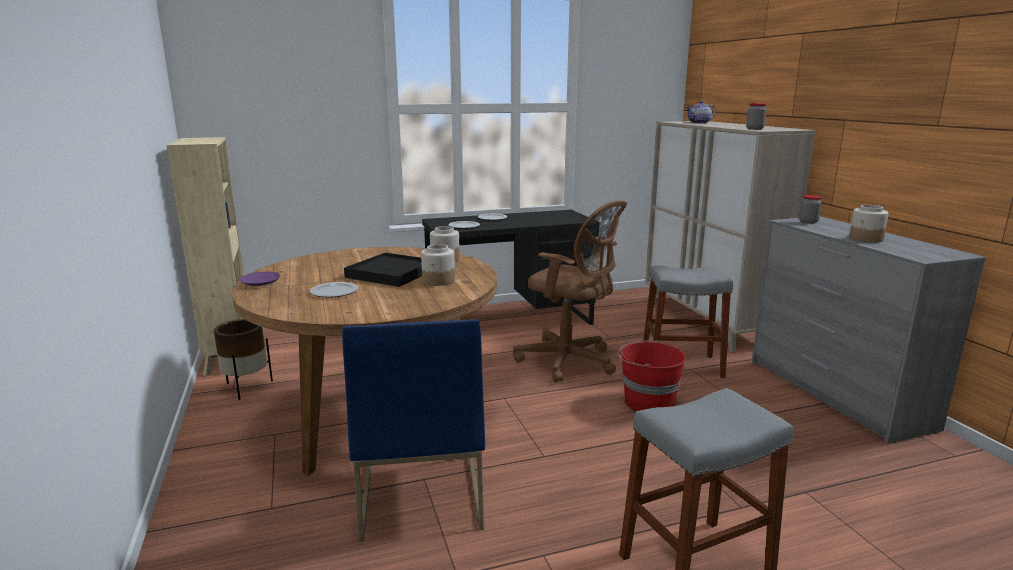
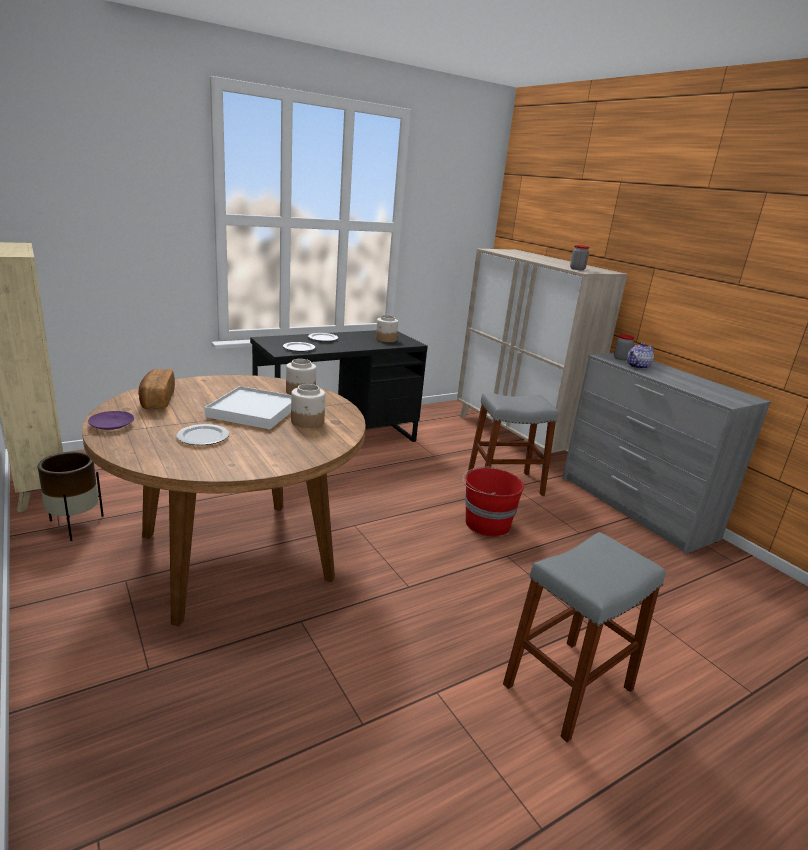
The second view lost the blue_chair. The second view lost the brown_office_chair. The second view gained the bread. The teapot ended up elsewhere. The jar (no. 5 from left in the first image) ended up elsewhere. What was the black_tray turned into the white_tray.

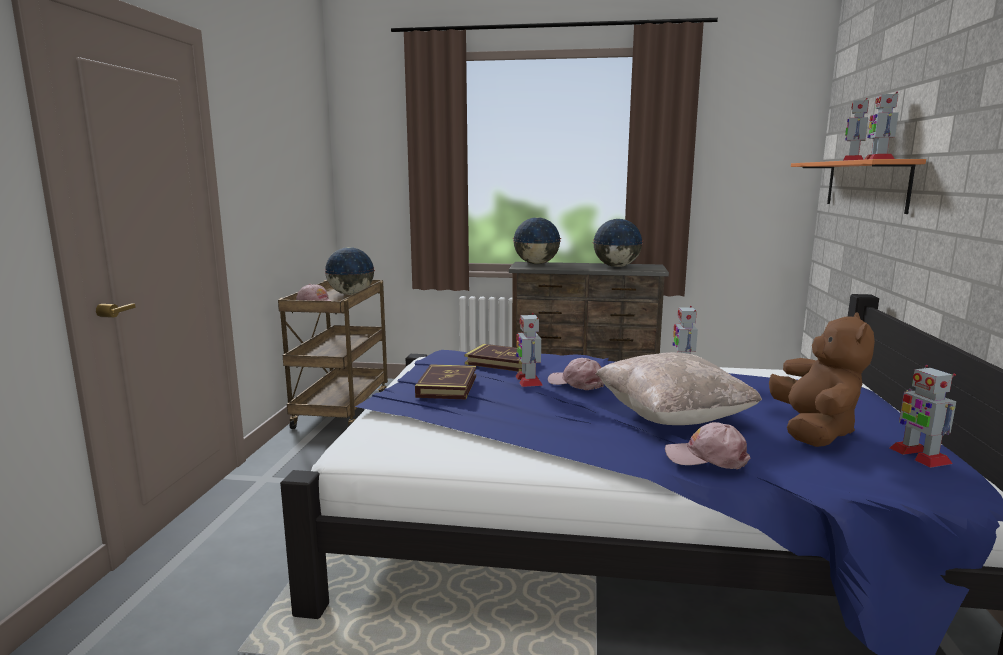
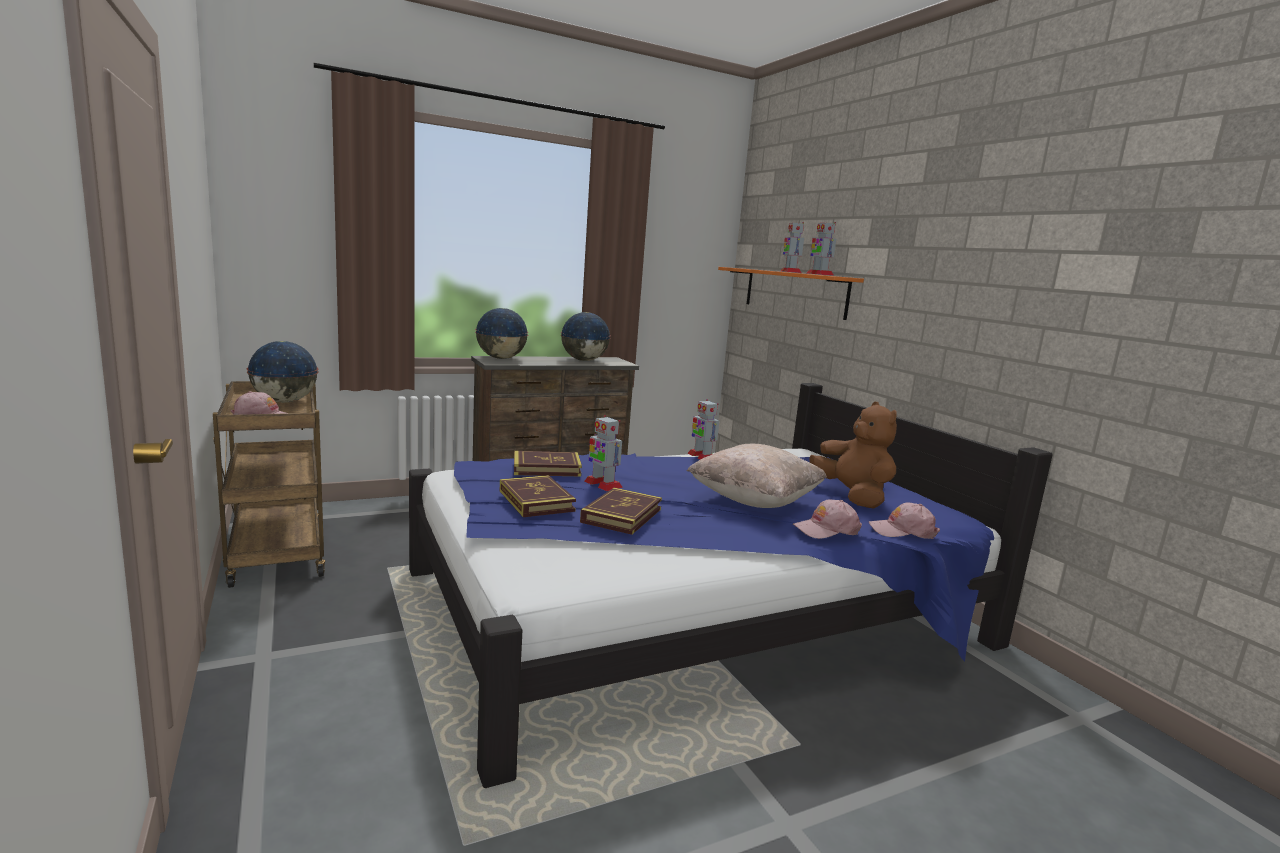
The second view lost the toy_robot (no. 5 from left). The second view gained the book (no. 3 from left). The pink_cap (no. 2 from left in the first image) ended up elsewhere.

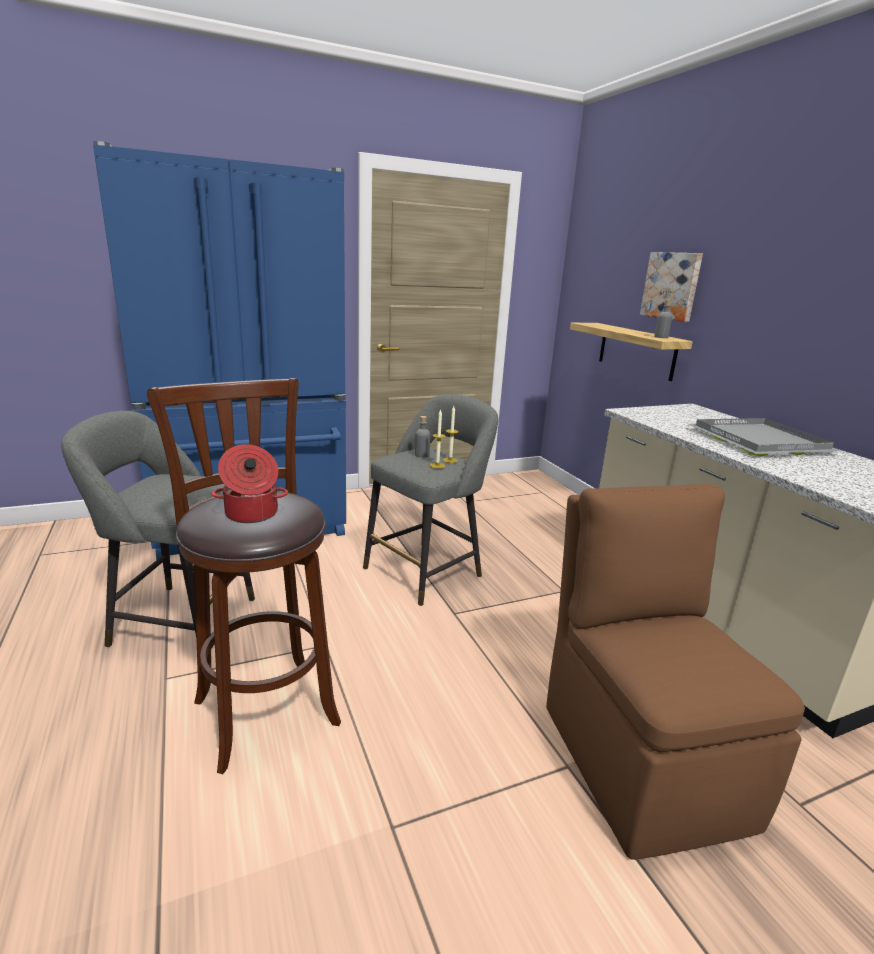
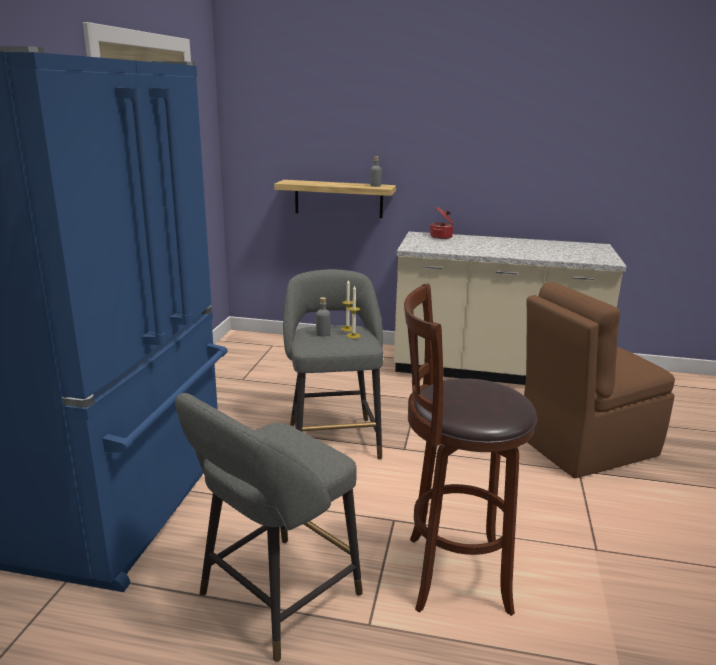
The second view lost the picture. The second view lost the grey_tray. The cooking_pot ended up elsewhere. The brown_chair ended up facing another way, 45 degrees counterclockwise from before.

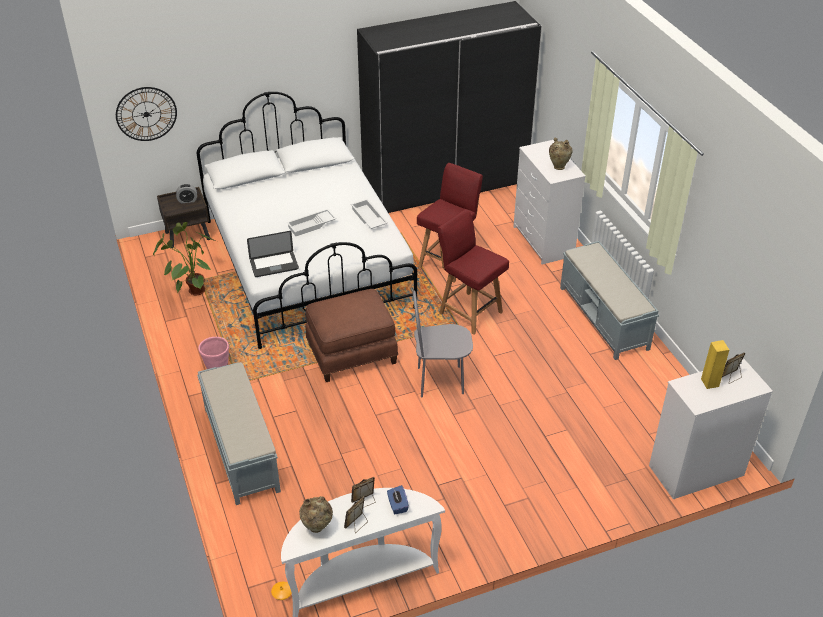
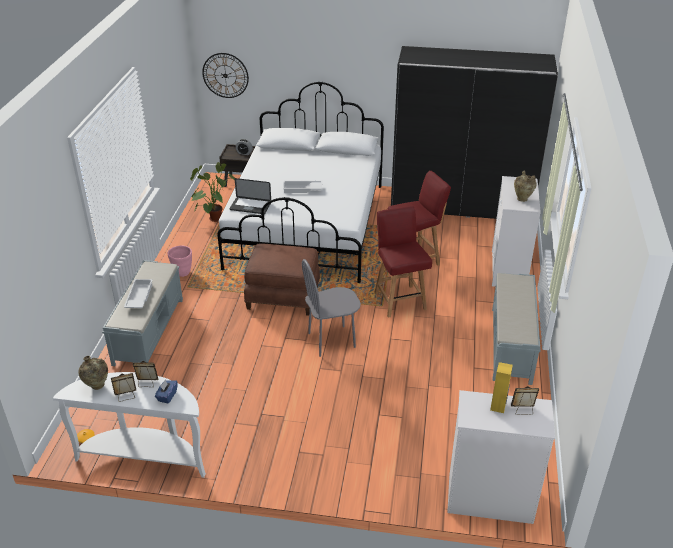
The white_tray (no. 2 from left in the first image) ended up elsewhere. The grey_chair ended up facing another way, 45 degrees counterclockwise from before.

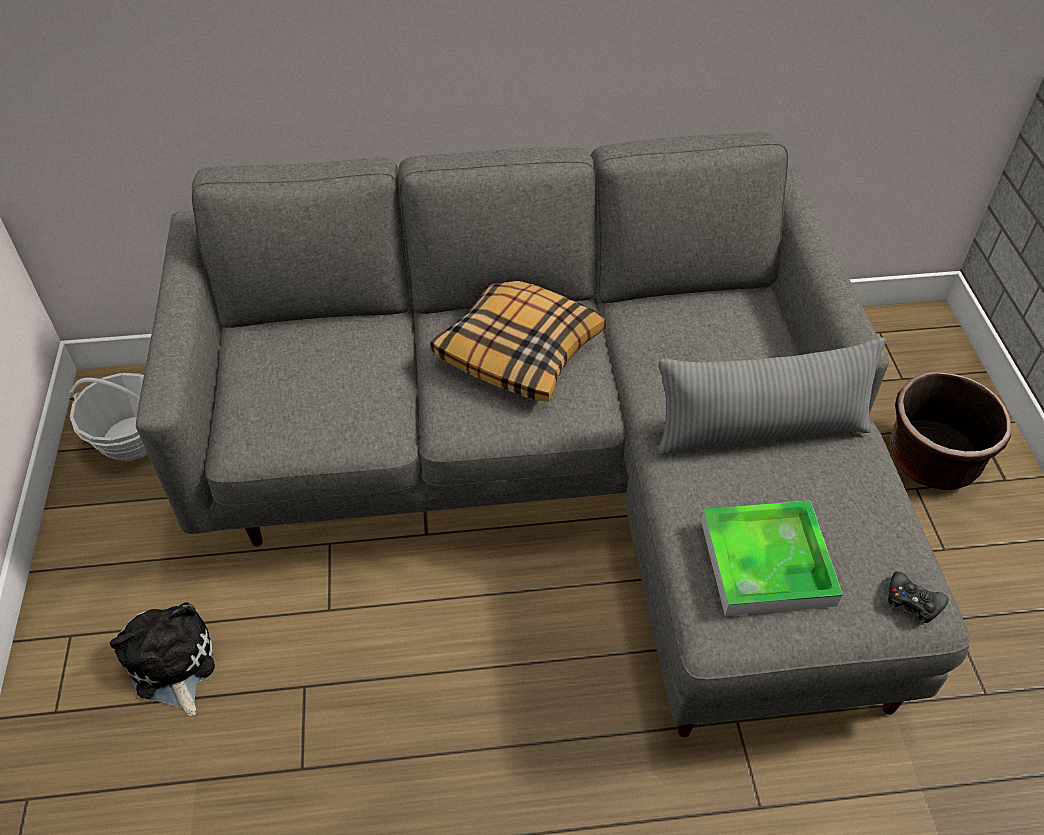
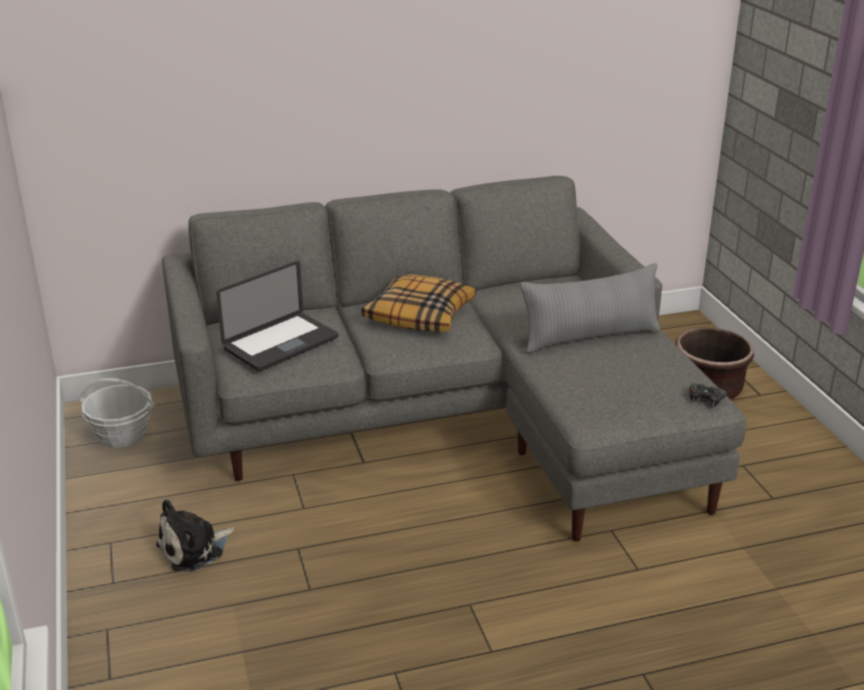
The second view lost the tray. The second view gained the laptop. The plush_toy ended up facing another way, 90 degrees counterclockwise from before.

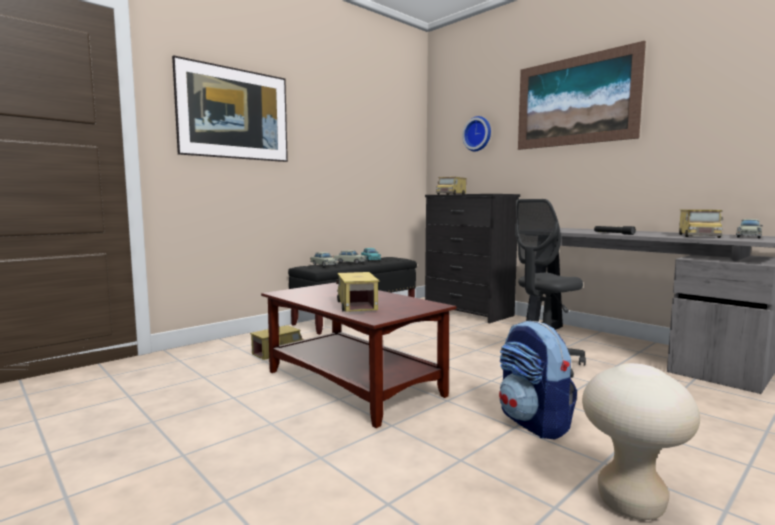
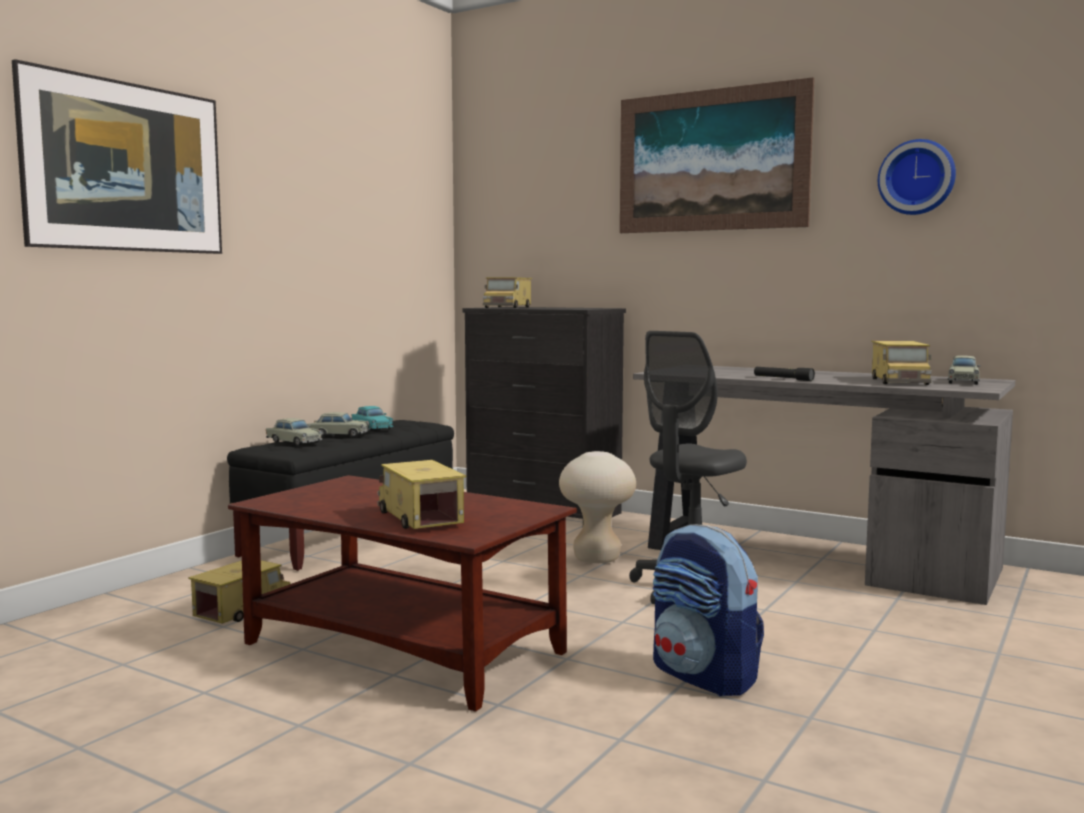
The wall_clock ended up elsewhere. The beige_stool ended up elsewhere.

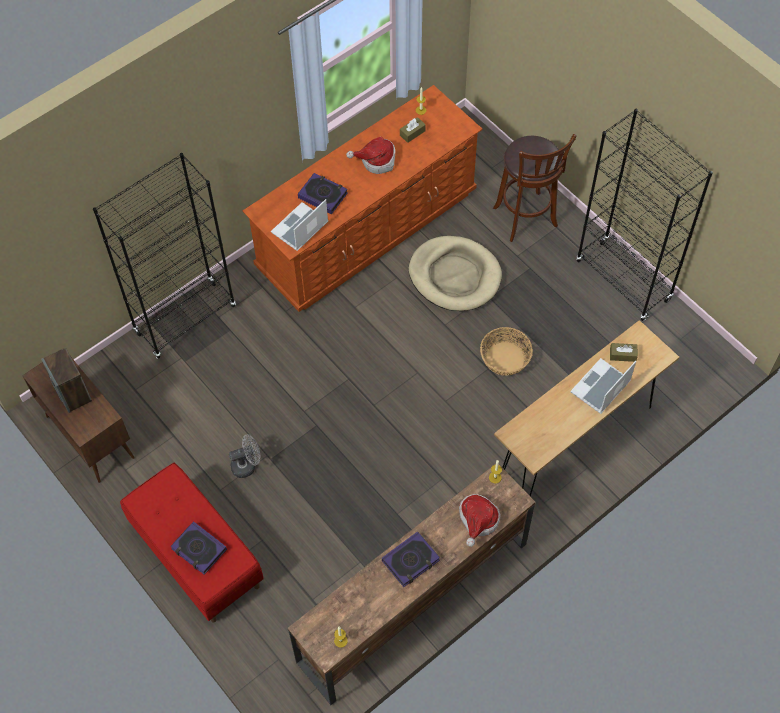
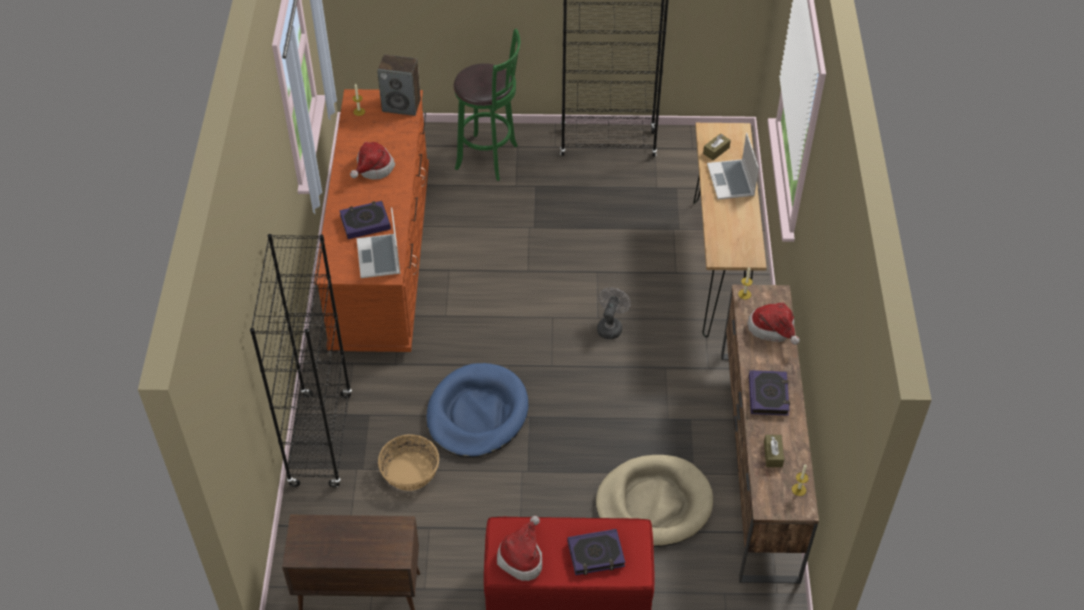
The second view gained the blue_dog_bed. The second view gained the hat (no. 2 from left). The speaker ended up elsewhere. The grey_fan ended up elsewhere. The brown_tissue_box (no. 1 from left in the first image) ended up elsewhere. The beige_dog_bed ended up elsewhere. The basket ended up elsewhere. What was the brown_stool turned into the green_stool.

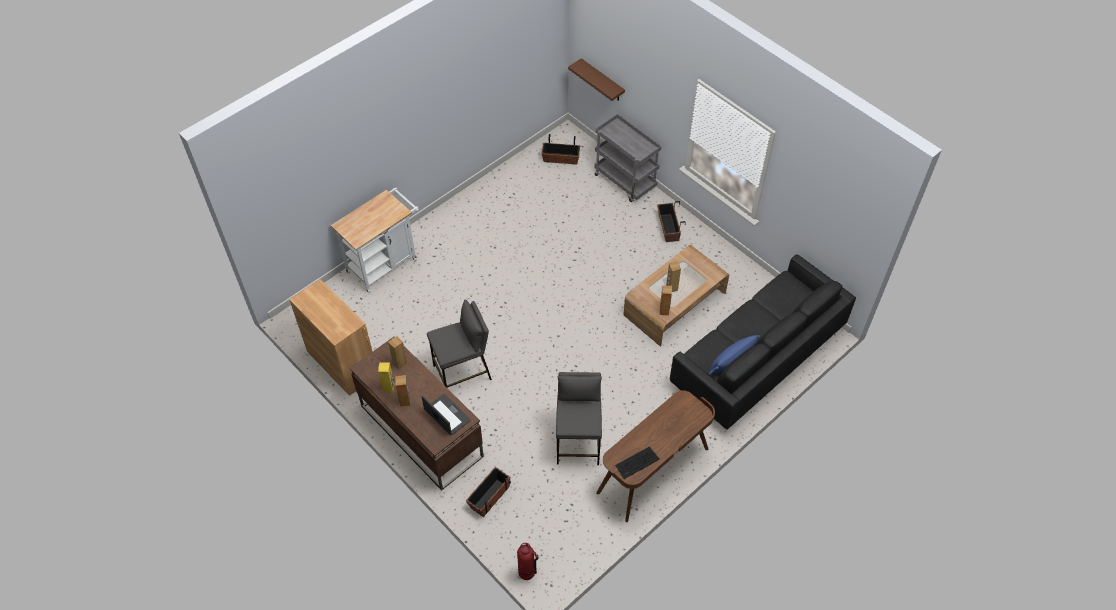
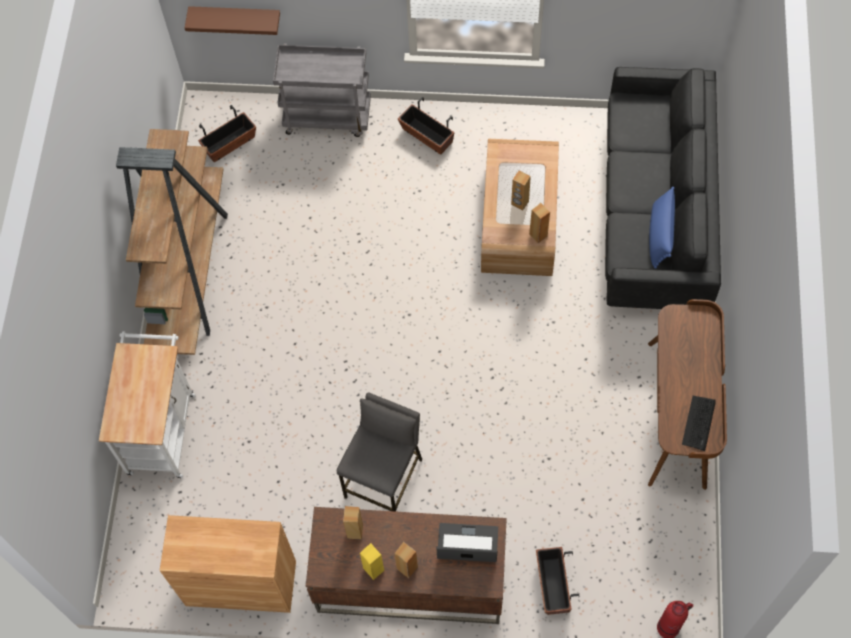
The second view lost the grey_stool (no. 2 from left). The second view gained the brown_bookcase.

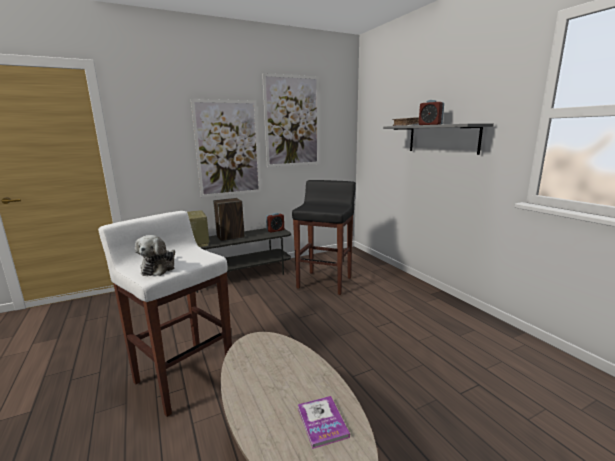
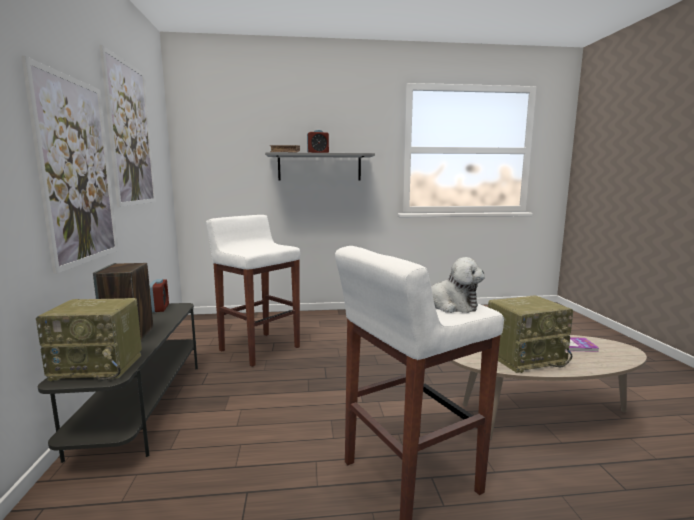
The second view gained the radio (no. 2 from left). What was the black_stool turned into the white_stool (no. 1 from left).

